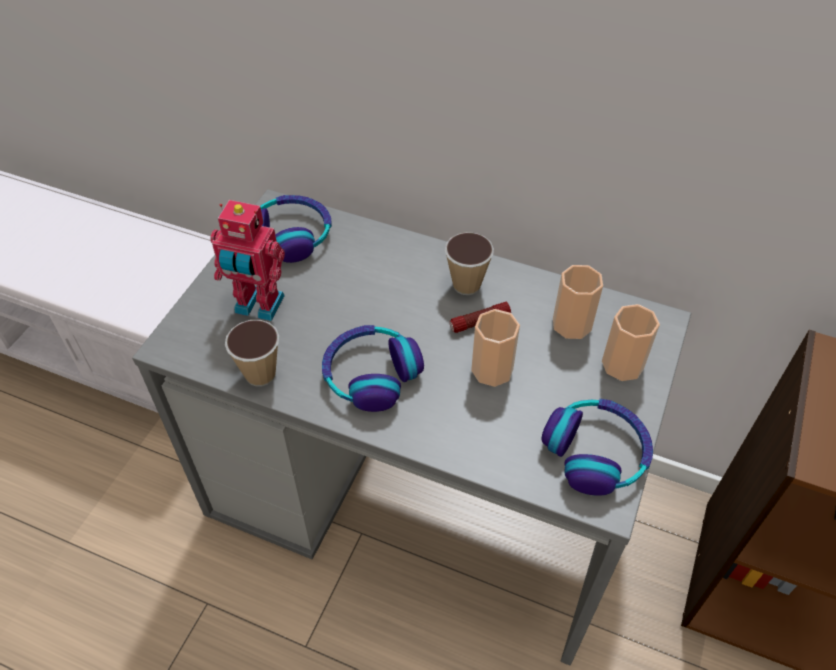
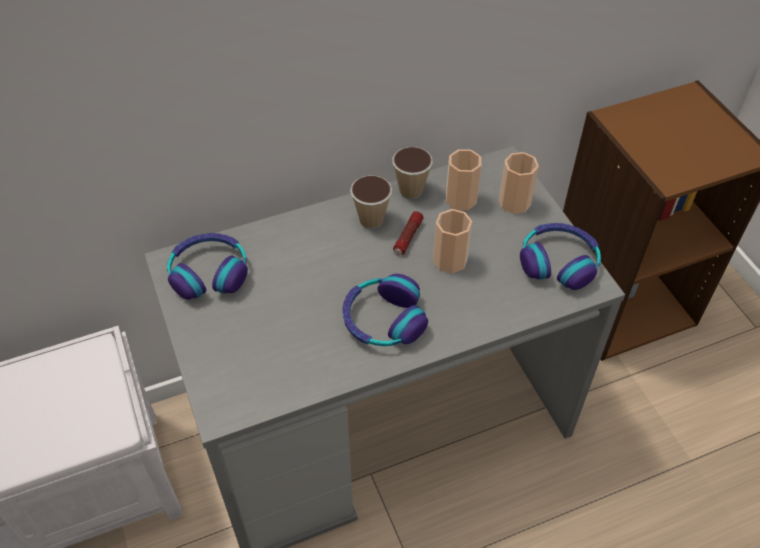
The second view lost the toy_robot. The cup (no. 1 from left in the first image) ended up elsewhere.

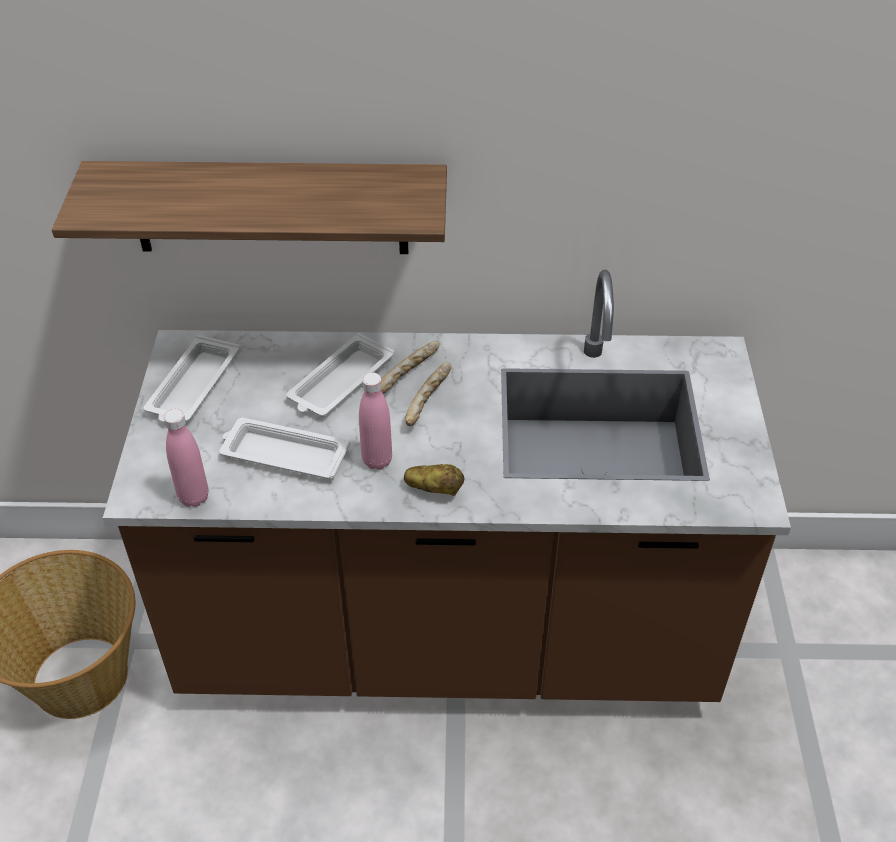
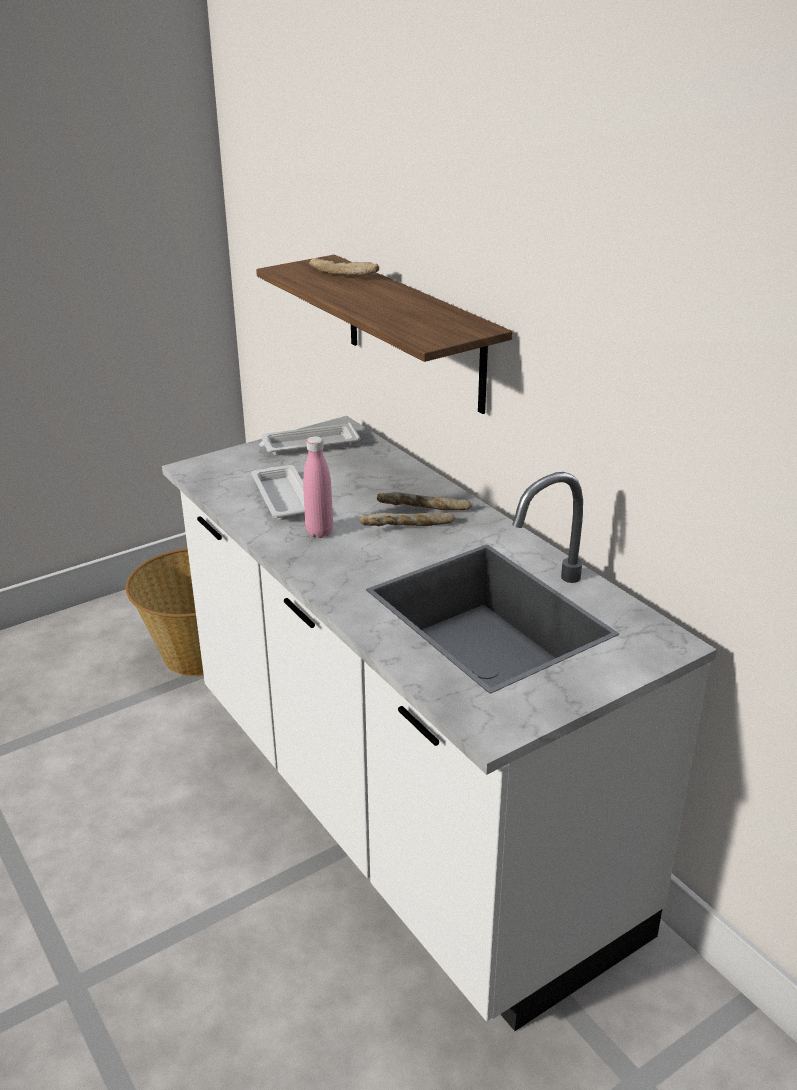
The second view lost the pink_bottle (no. 1 from left). The second view lost the white_tray (no. 3 from left). The second view lost the potato. The second view gained the bread (no. 1 from left). What was the brown_counter turned into the white_counter.

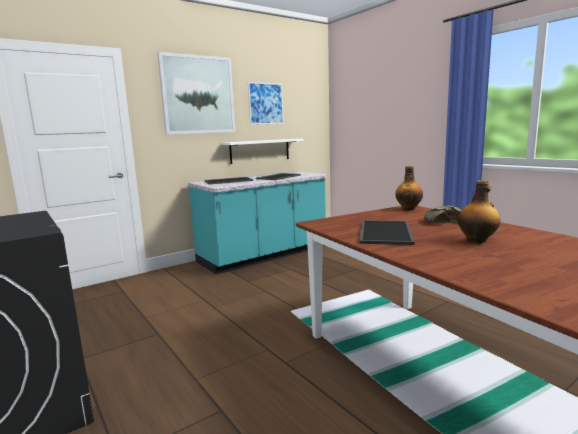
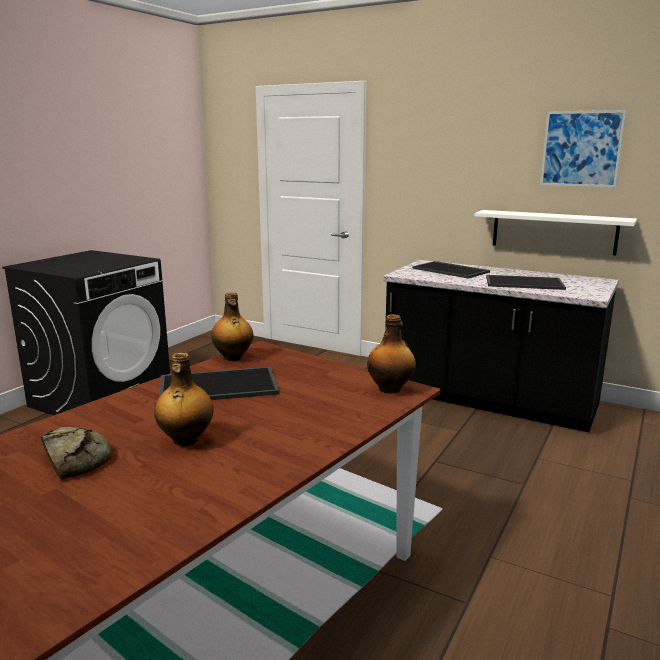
The second view lost the picture (no. 1 from left). The second view gained the bottle (no. 2 from left). The bread ended up elsewhere. What was the turquoise_counter turned into the black_counter.

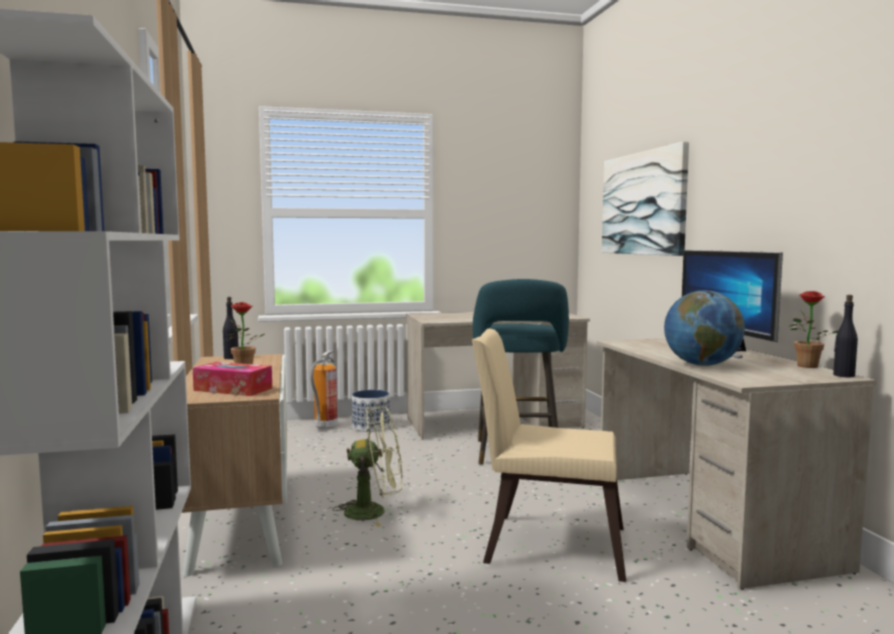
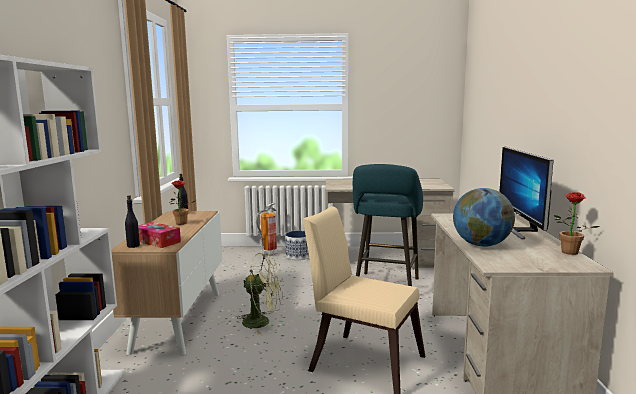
The second view lost the picture. The black_bottle (no. 2 from left in the first image) ended up elsewhere.

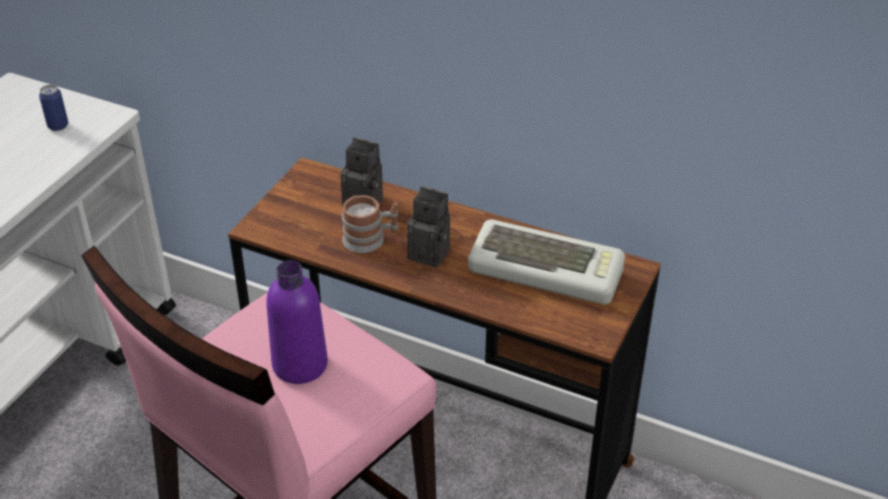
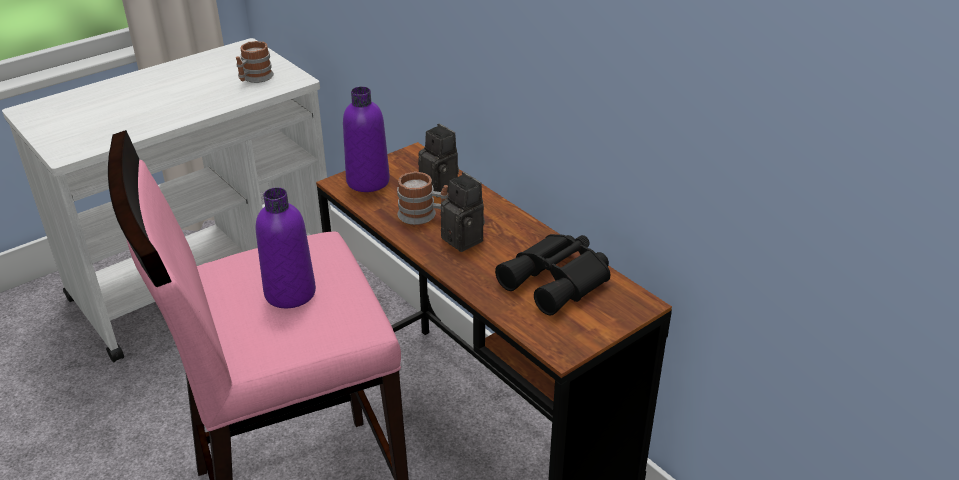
The second view gained the purple_bottle (no. 2 from left). Where the can stood, the mug (no. 1 from left) came to stand. Where the keyboard stood, the black_binoculars came to stand.

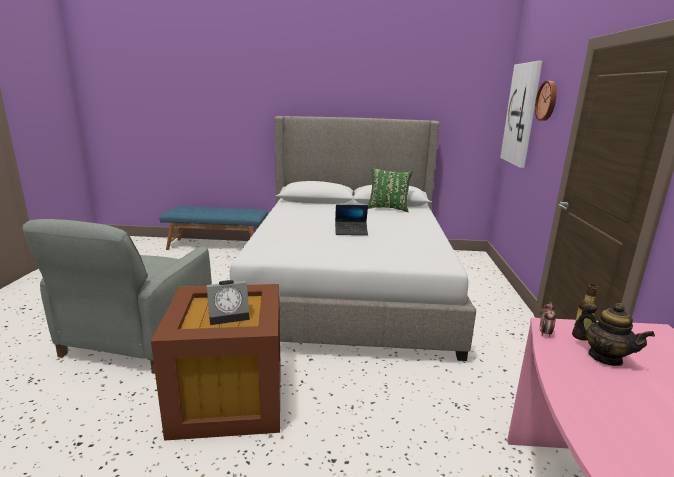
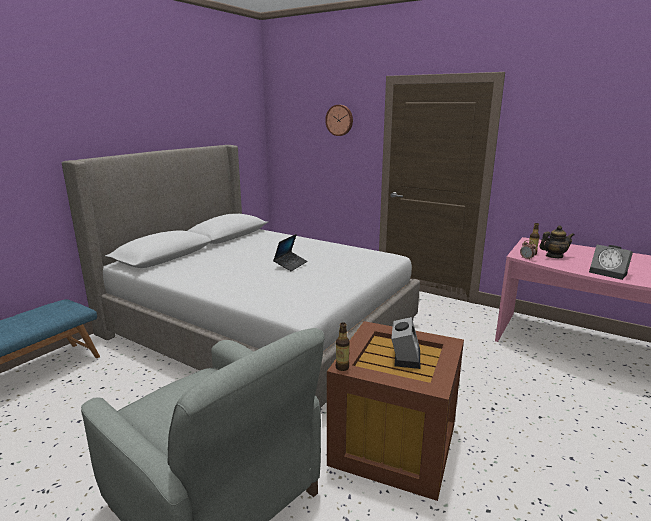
The second view lost the green_pillow. The second view lost the picture. The second view gained the bottle (no. 1 from left). The second view gained the alarm_clock (no. 3 from left).

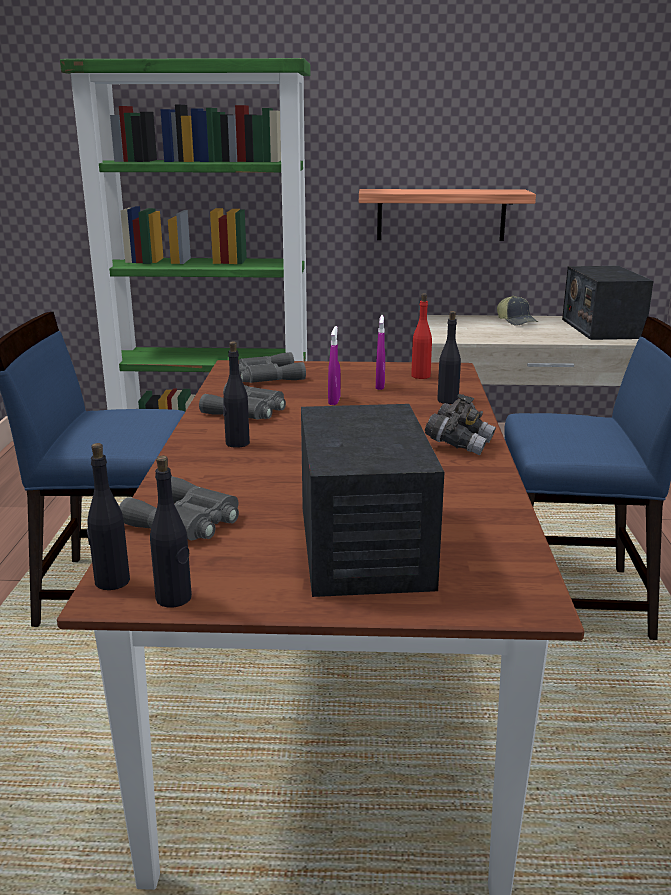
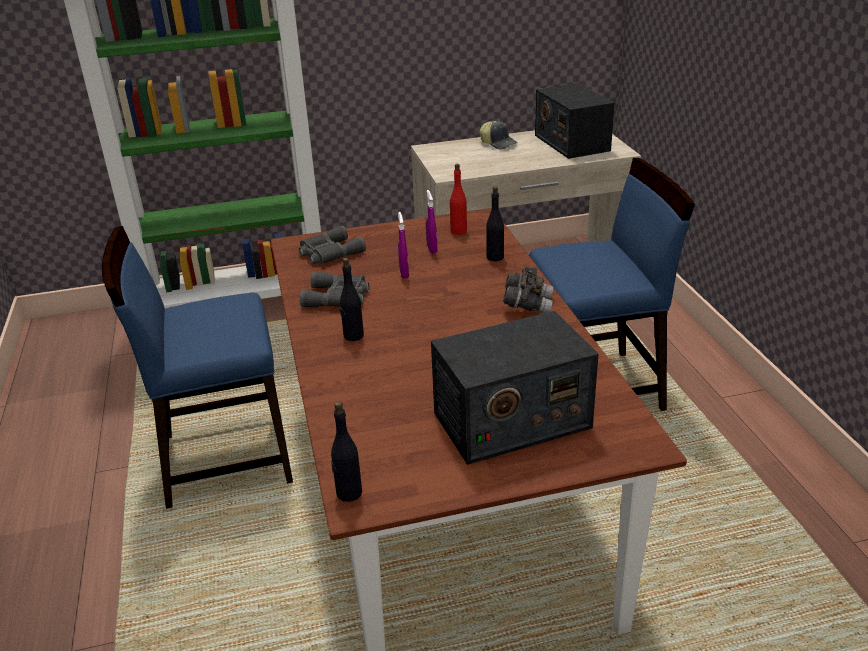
The second view lost the grey_binoculars (no. 1 from left). The second view lost the black_bottle (no. 2 from left). The second view lost the shelf. The radio (no. 1 from left) ended up facing another way, 90 degrees clockwise from before.

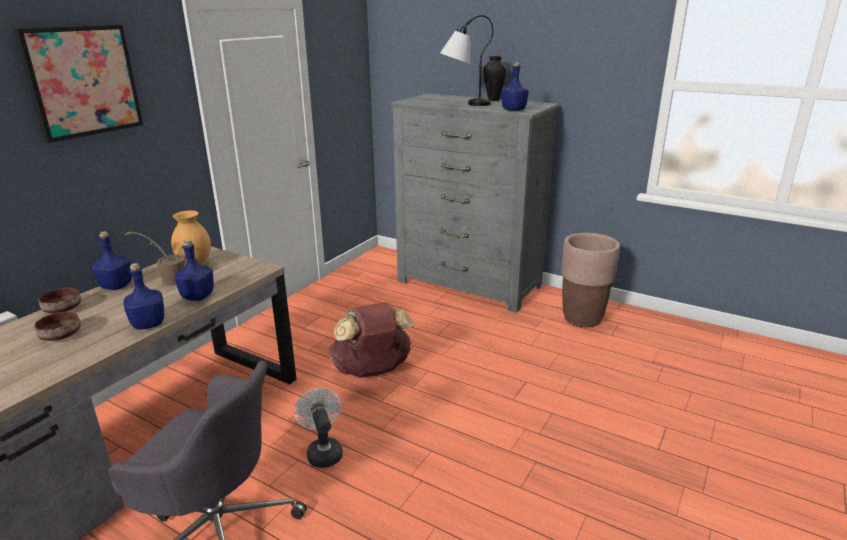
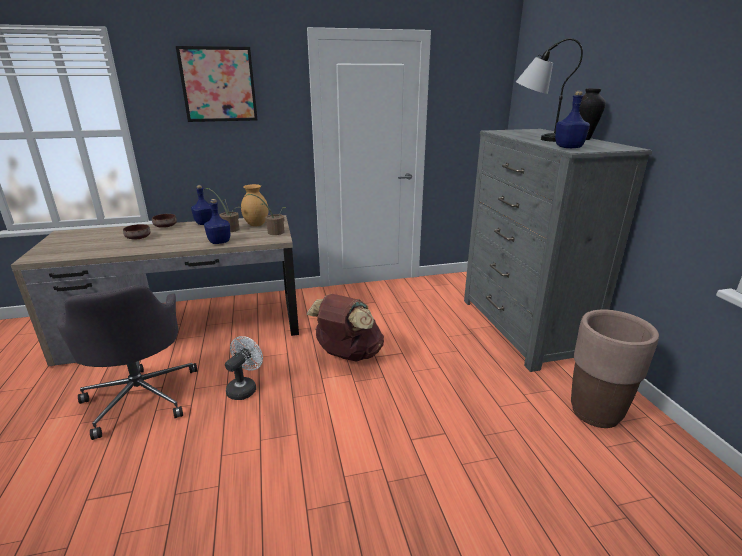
The second view lost the blue_bottle (no. 2 from left). The second view gained the potted_plant (no. 2 from left).

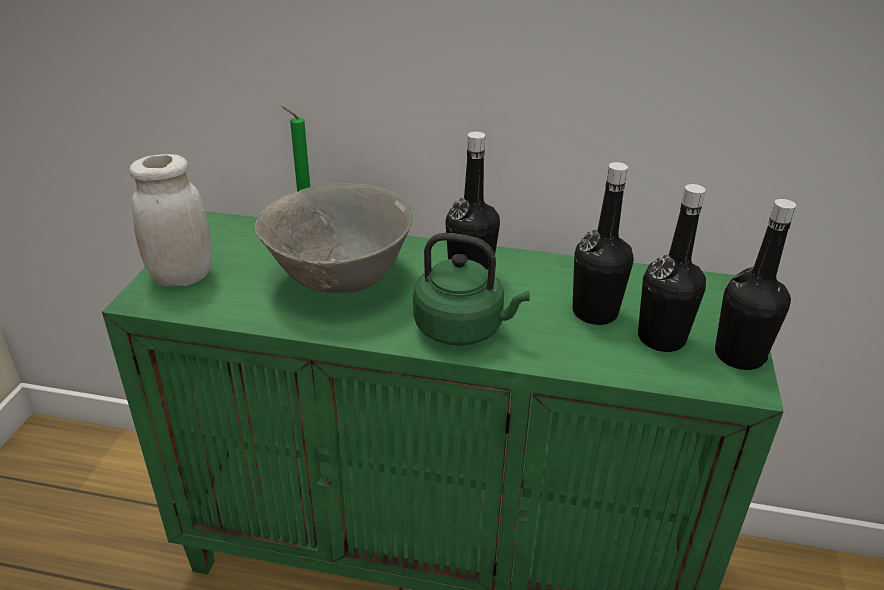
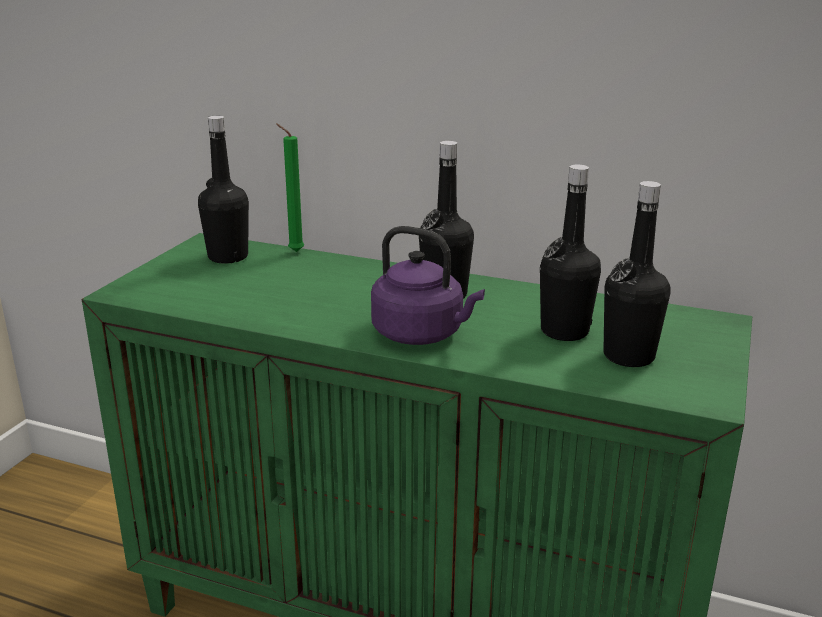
The second view lost the white_jar. The second view lost the grey_bowl. The black_bottle (no. 4 from left in the first image) ended up elsewhere. What was the green_kettle turned into the purple_kettle.

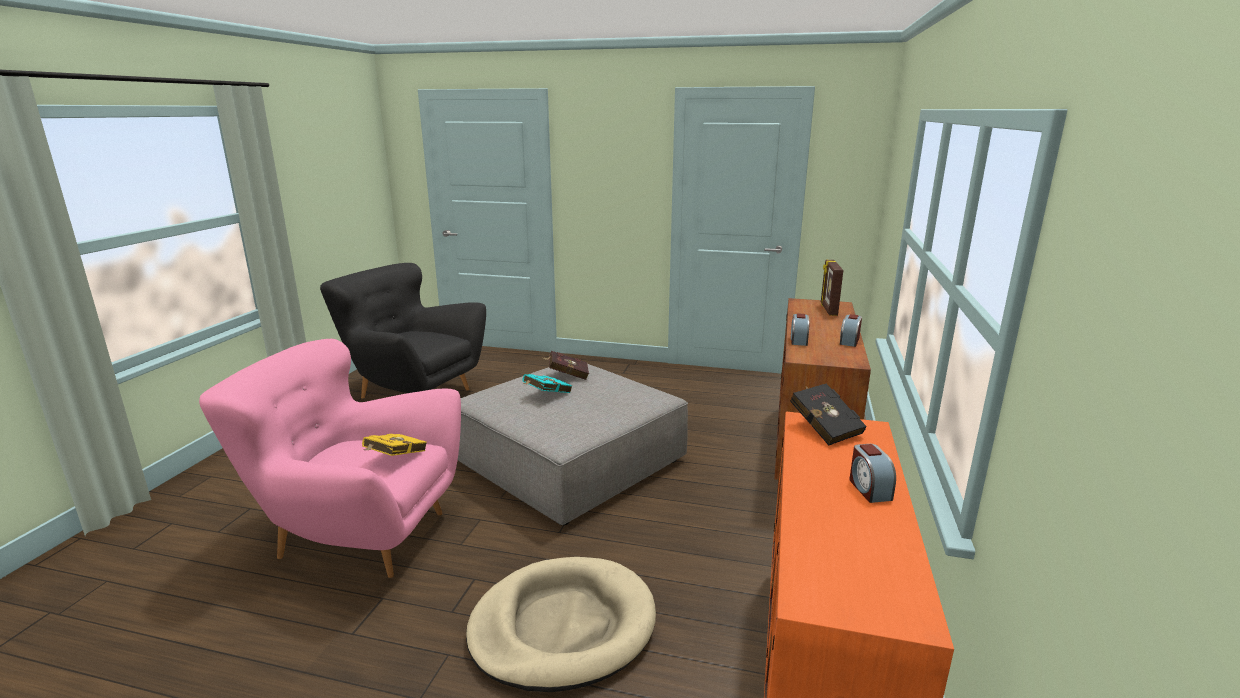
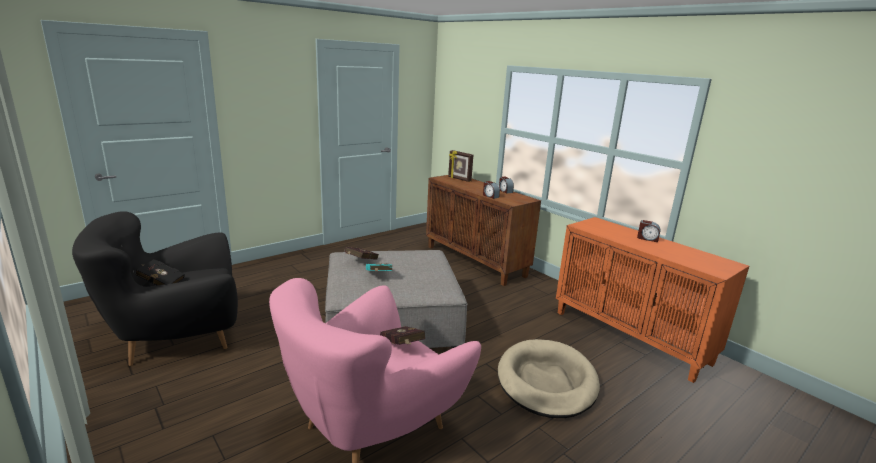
The black_book ended up elsewhere. What was the yellow_book turned into the red_book (no. 2 from left).

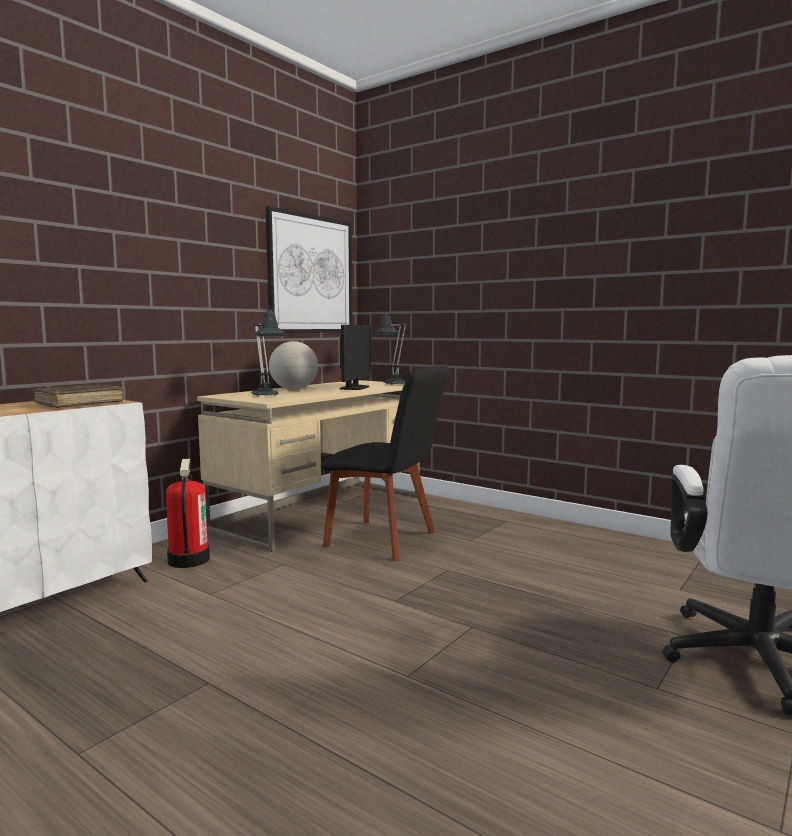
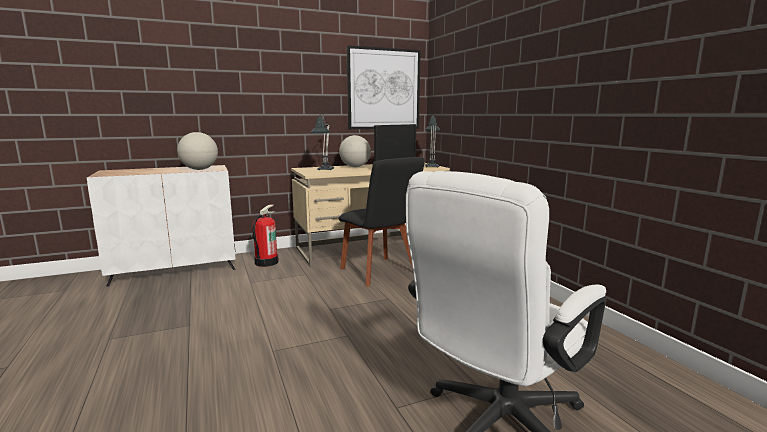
Where the brown_book stood, the globe (no. 1 from left) came to stand.

